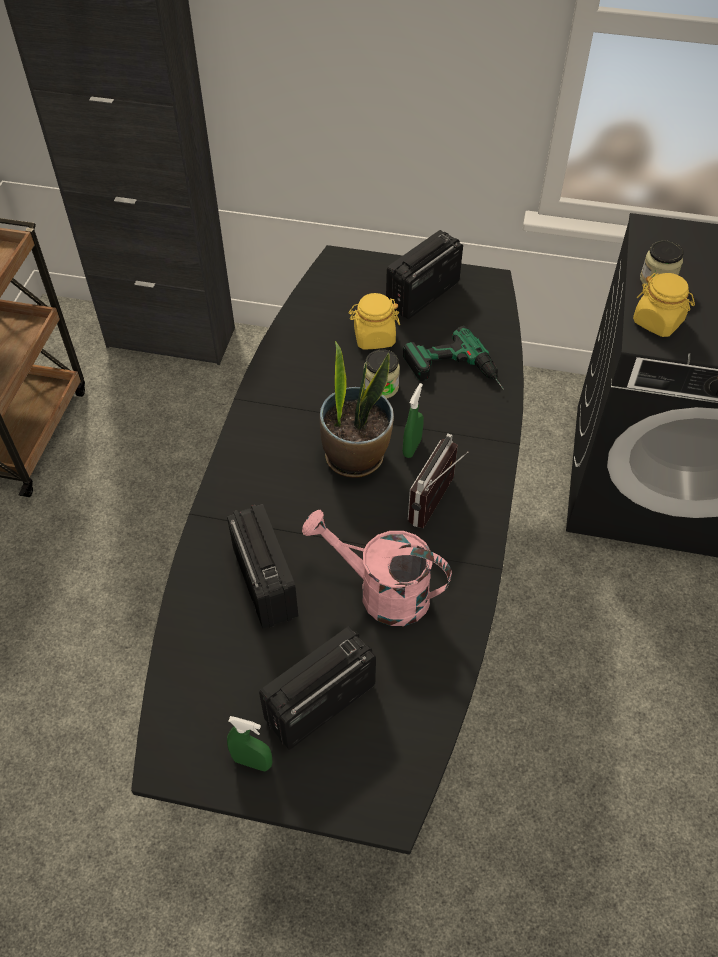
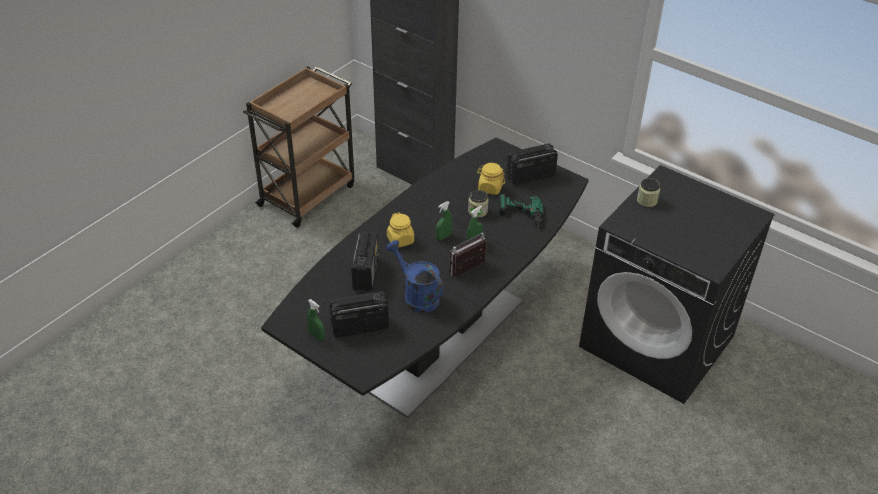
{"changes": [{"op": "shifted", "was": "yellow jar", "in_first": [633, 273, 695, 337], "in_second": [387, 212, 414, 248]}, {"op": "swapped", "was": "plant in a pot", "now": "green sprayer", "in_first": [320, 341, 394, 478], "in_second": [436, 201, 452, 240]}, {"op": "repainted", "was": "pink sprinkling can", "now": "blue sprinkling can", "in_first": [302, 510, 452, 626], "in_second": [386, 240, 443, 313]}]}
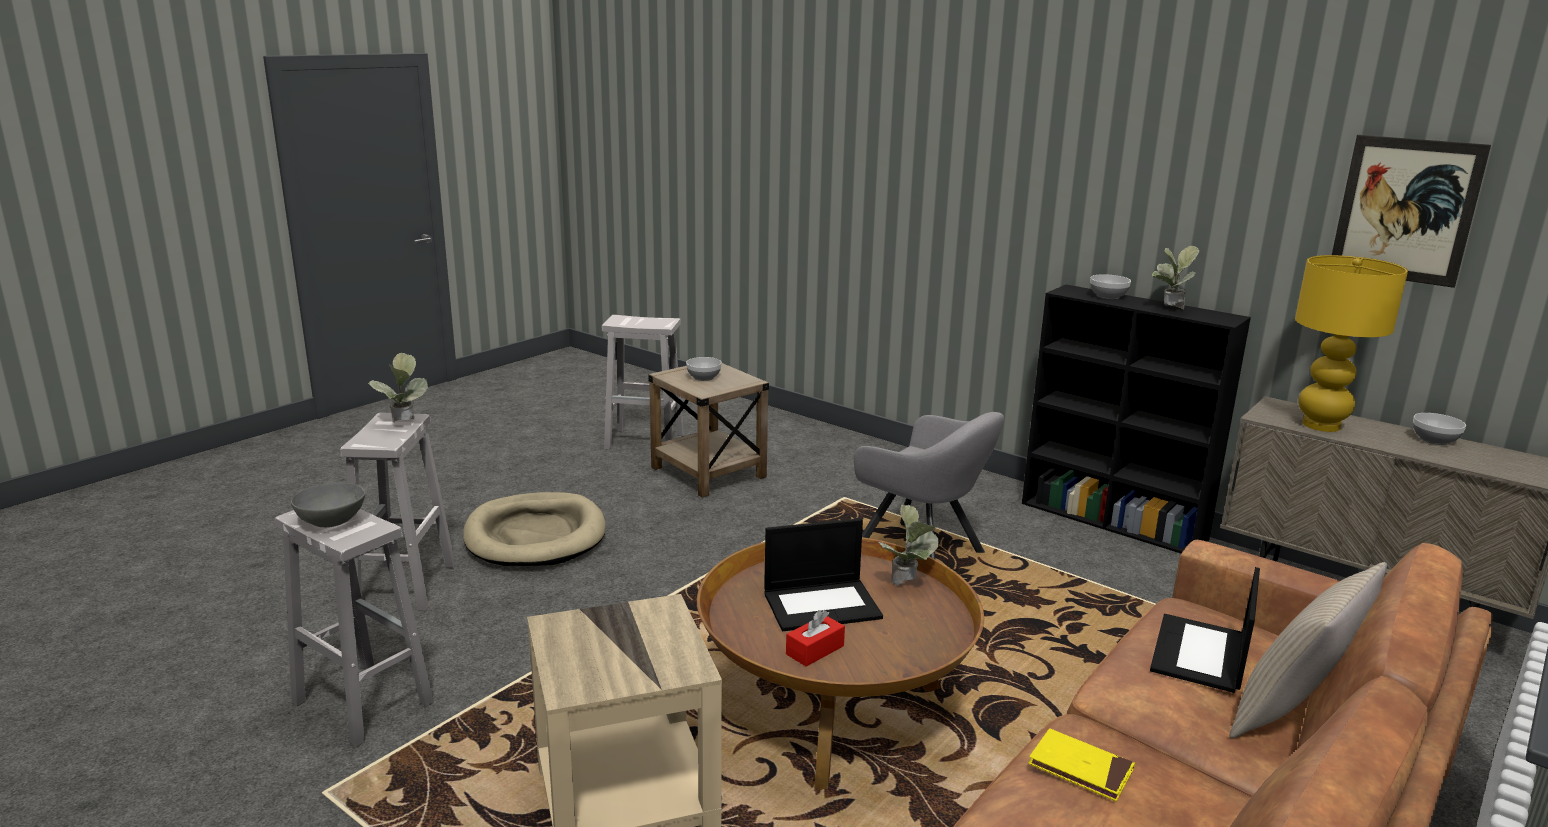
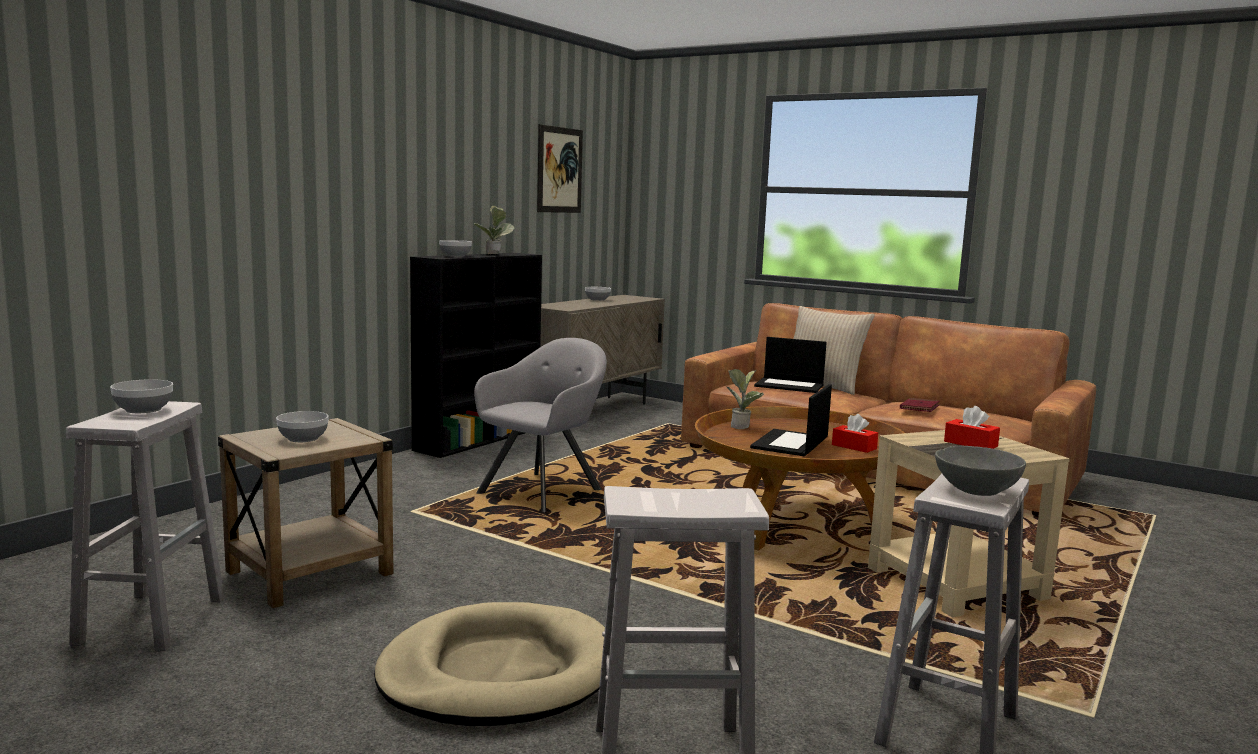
{"changes": [{"op": "gone", "was": "plant in a pot", "in_first": [368, 353, 428, 423]}, {"op": "gone", "was": "yellow table lamp", "in_first": [1295, 255, 1408, 432]}, {"op": "new", "now": "bowl", "in_second": [110, 379, 173, 413]}, {"op": "new", "now": "reddish tissue box", "in_second": [944, 406, 1000, 449]}, {"op": "repainted", "was": "yellow book", "now": "reddish book", "in_first": [1028, 728, 1135, 801], "in_second": [900, 398, 939, 412]}, {"op": "rotated", "was": "laptop", "in_first": [764, 518, 883, 631], "in_second": [750, 384, 832, 456], "clockwise": -135}]}
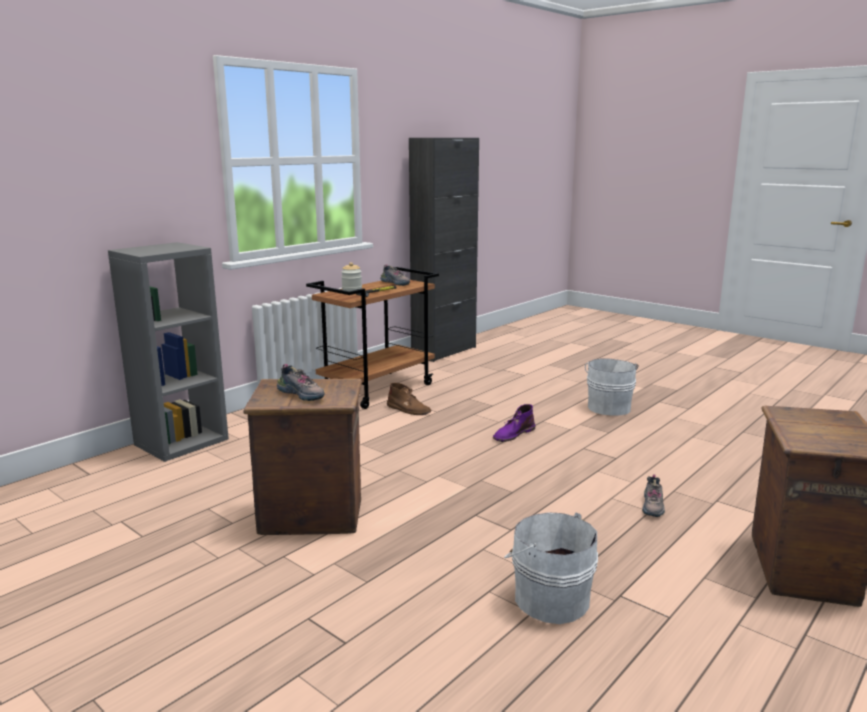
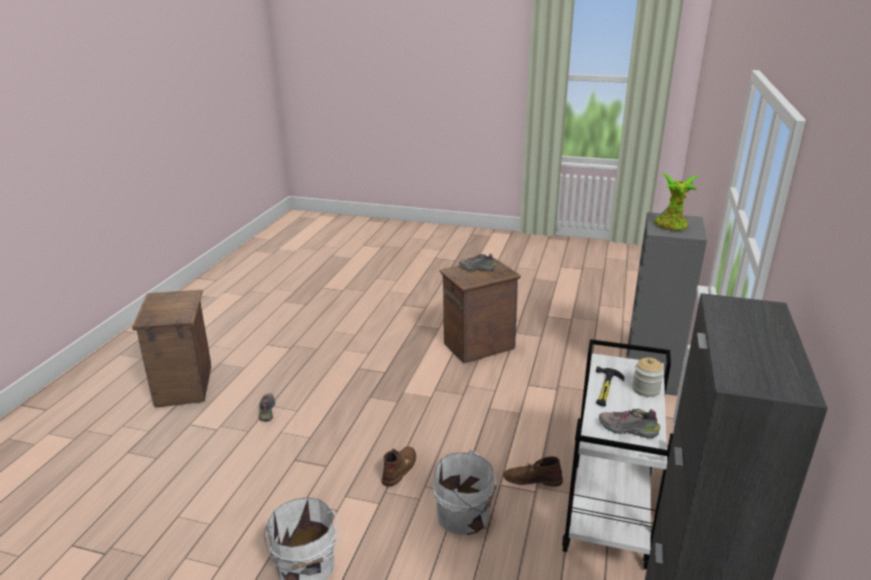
{"changes": [{"op": "new", "now": "plant in a pot", "in_second": [654, 173, 699, 230]}, {"op": "shifted", "was": "whitish water bucket", "in_first": [504, 512, 598, 624], "in_second": [433, 451, 497, 535]}, {"op": "repainted", "was": "brown cart", "now": "whitish cart", "in_first": [306, 267, 439, 409], "in_second": [562, 339, 673, 569]}, {"op": "repainted", "was": "purplish tall boot", "now": "brown tall boot", "in_first": [493, 404, 535, 442], "in_second": [382, 446, 416, 487]}]}
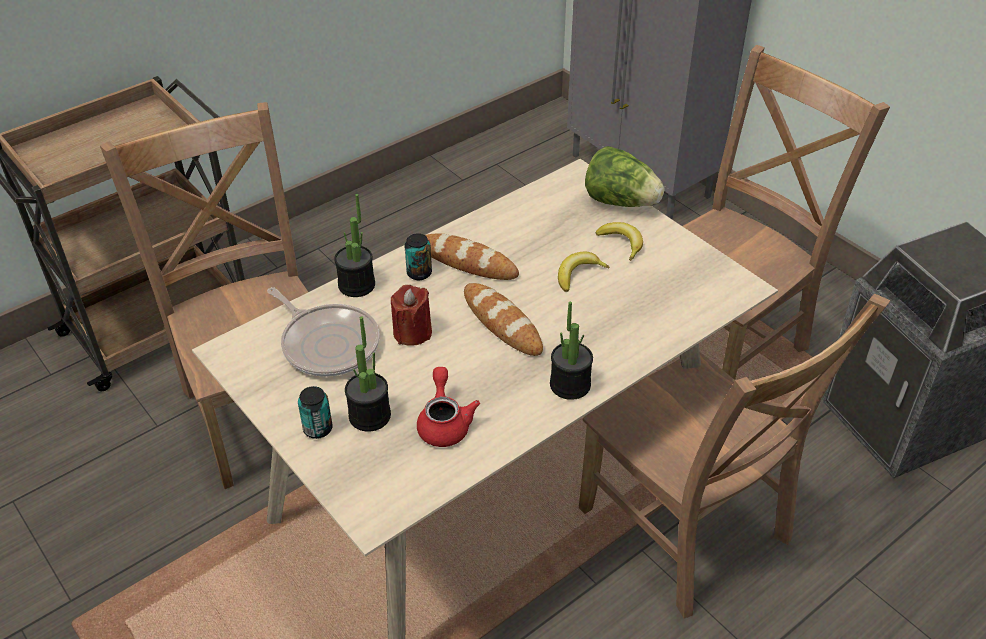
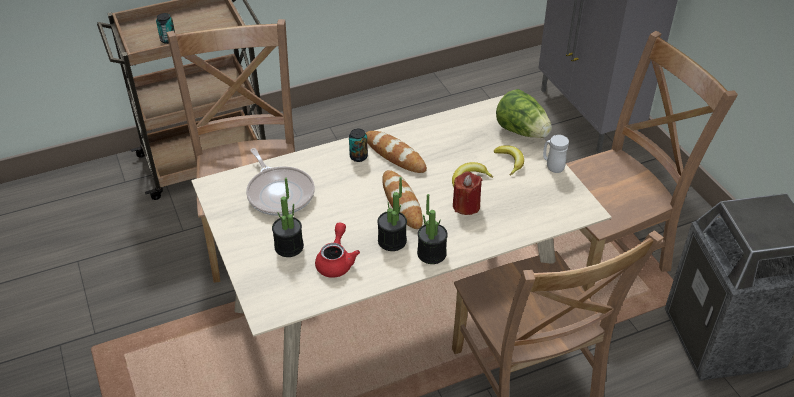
{"changes": [{"op": "new", "now": "whitish mug", "in_second": [543, 135, 569, 173]}, {"op": "shifted", "was": "metal can", "in_first": [298, 386, 333, 439], "in_second": [156, 13, 175, 44]}, {"op": "shifted", "was": "plant in a pot", "in_first": [334, 194, 375, 297], "in_second": [377, 177, 407, 251]}, {"op": "shifted", "was": "reddish wax light", "in_first": [391, 285, 432, 346], "in_second": [453, 171, 482, 215]}]}
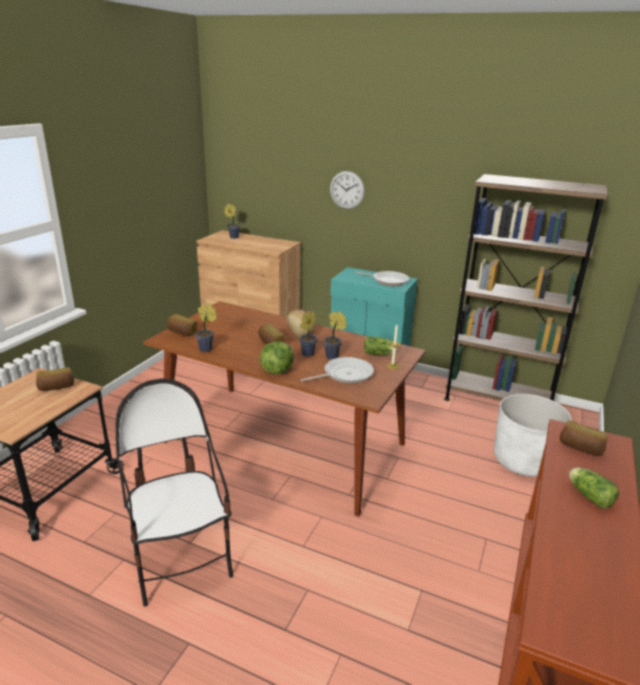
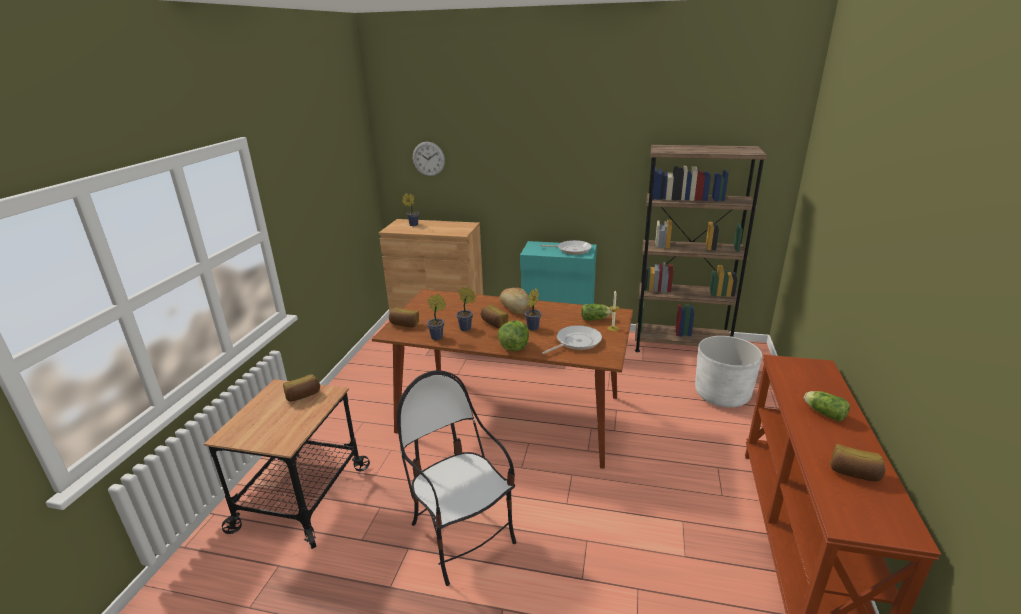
{"changes": [{"op": "shifted", "was": "plant in a pot", "in_first": [324, 311, 347, 359], "in_second": [456, 286, 476, 331]}, {"op": "shifted", "was": "clock on the wall", "in_first": [330, 171, 365, 209], "in_second": [413, 142, 445, 176]}, {"op": "shifted", "was": "bakery bread", "in_first": [560, 420, 608, 456], "in_second": [830, 444, 886, 481]}]}
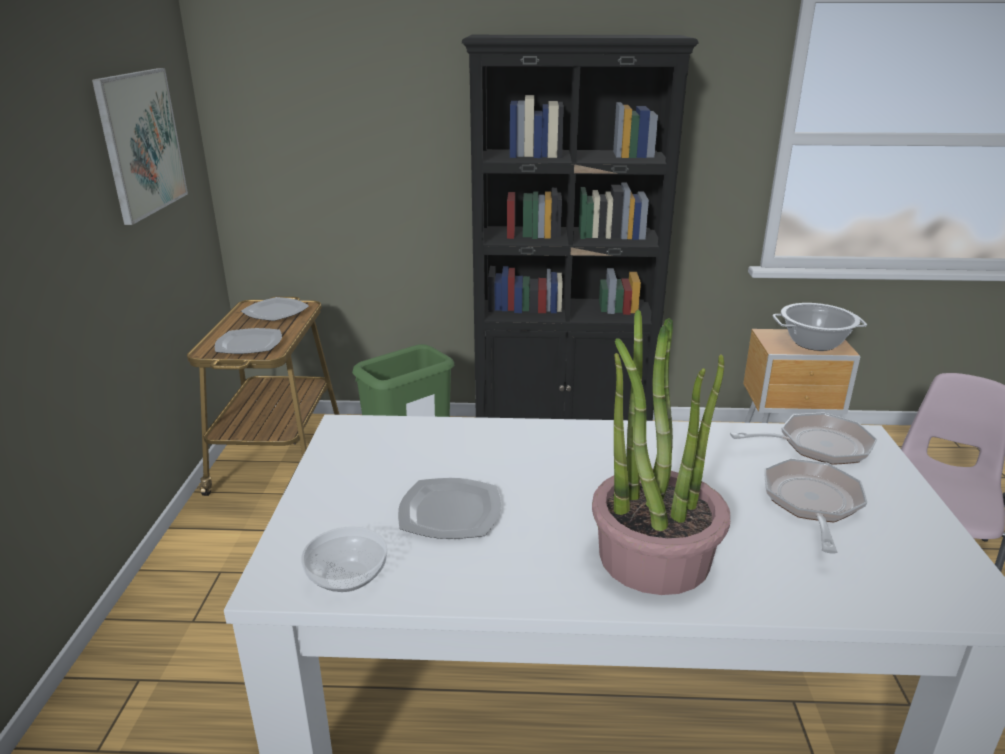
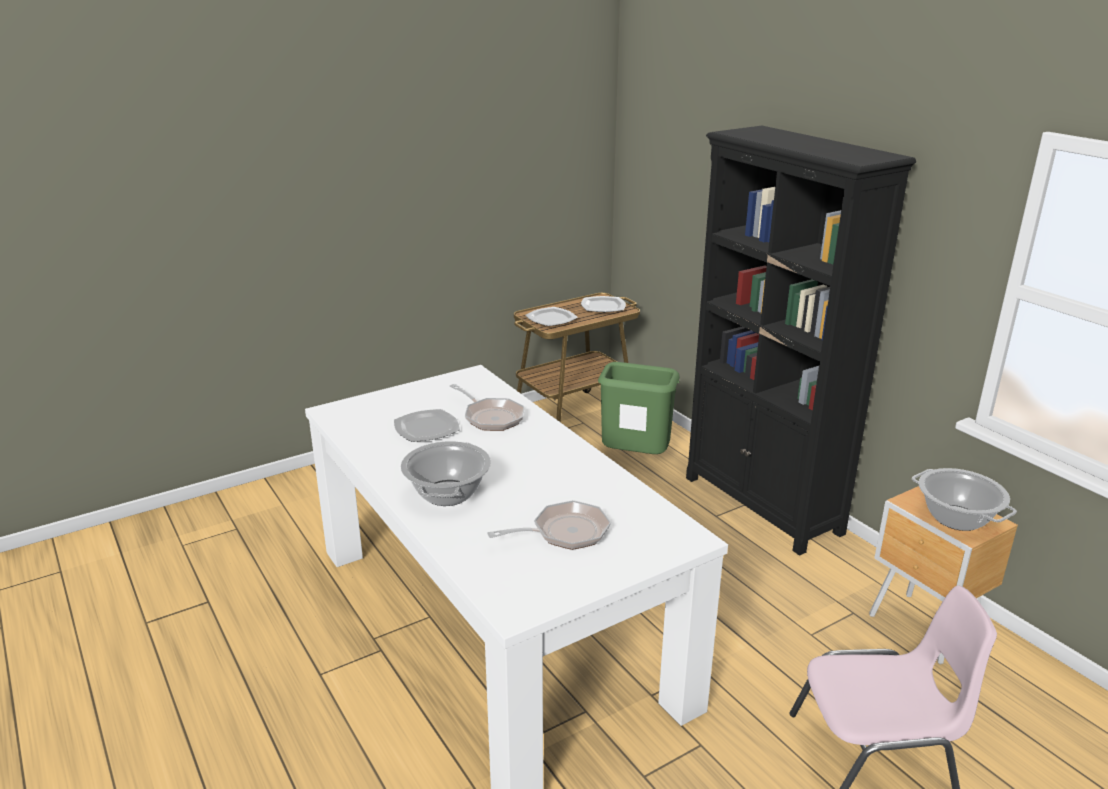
{"changes": [{"op": "gone", "was": "wall art", "in_first": [92, 68, 188, 225]}, {"op": "gone", "was": "bowl", "in_first": [301, 527, 387, 592]}, {"op": "shifted", "was": "pan", "in_first": [730, 412, 878, 465], "in_second": [449, 384, 525, 431]}, {"op": "swapped", "was": "plant in a pot", "now": "cooking pot", "in_first": [592, 310, 730, 595], "in_second": [401, 441, 491, 506]}]}
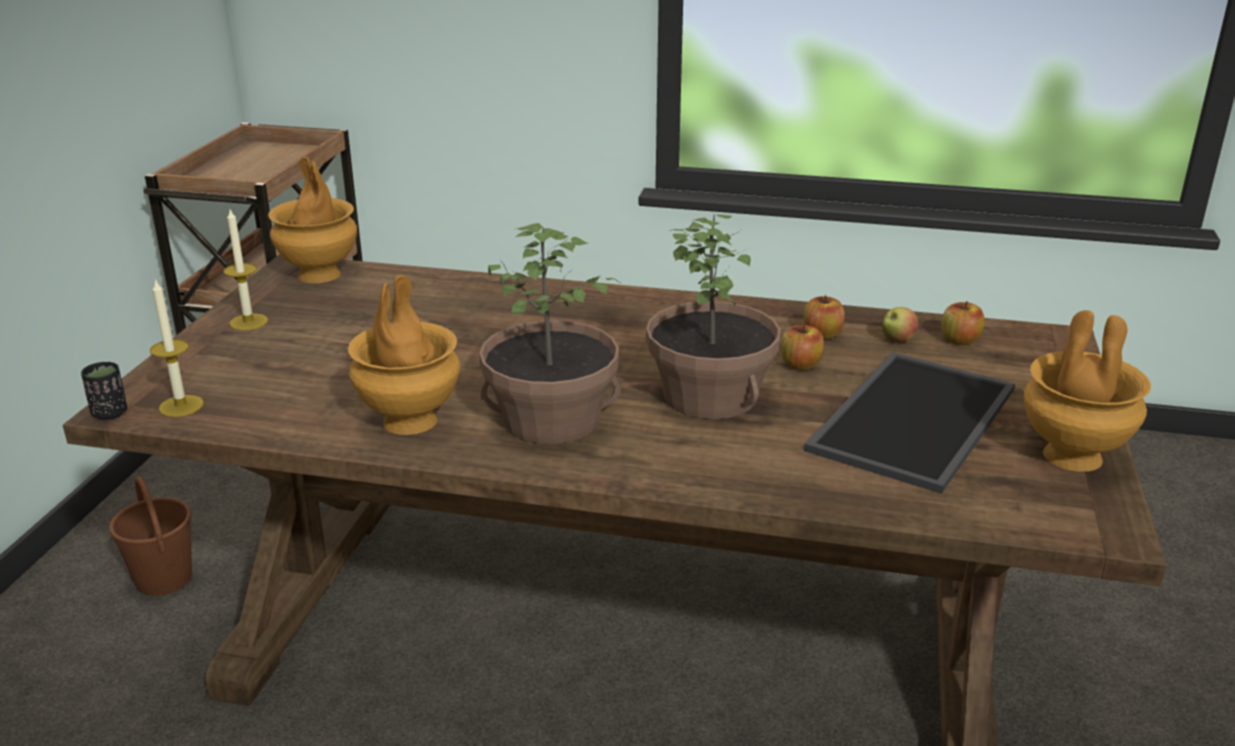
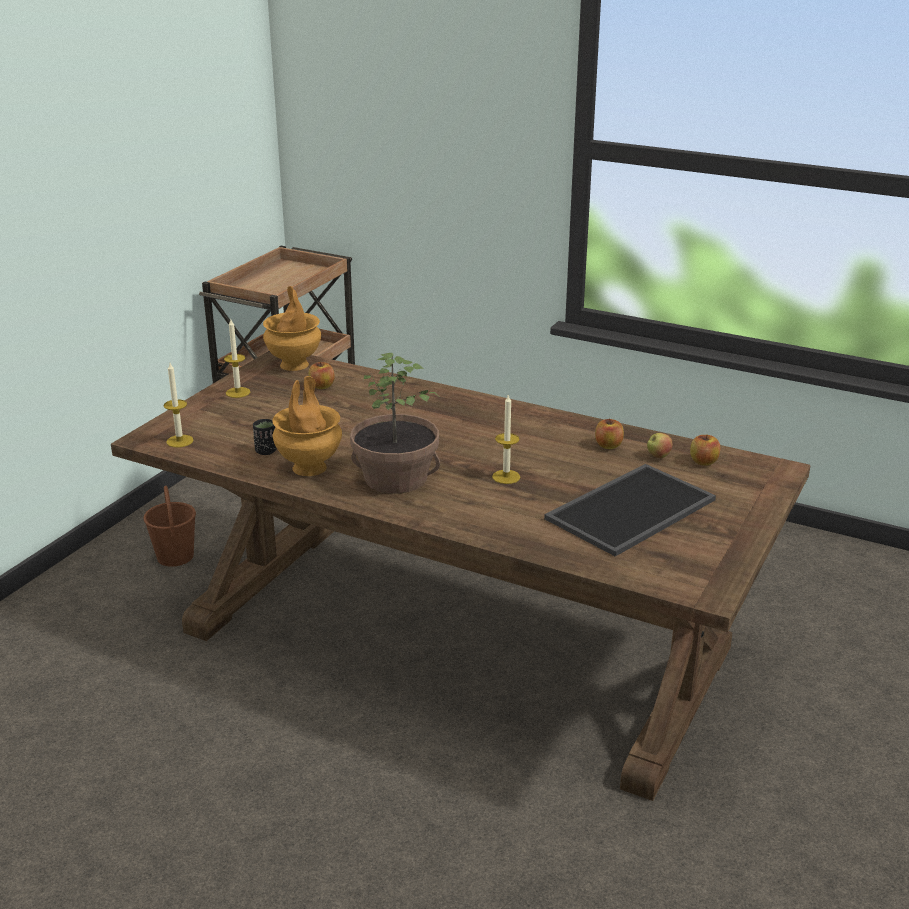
{"changes": [{"op": "gone", "was": "brown vase", "in_first": [1024, 310, 1151, 472]}, {"op": "shifted", "was": "black-coloured cup", "in_first": [81, 362, 127, 420], "in_second": [253, 419, 277, 455]}, {"op": "shifted", "was": "whole apple", "in_first": [781, 324, 824, 370], "in_second": [309, 361, 334, 389]}, {"op": "swapped", "was": "plant in a pot", "now": "wax light", "in_first": [646, 213, 781, 419], "in_second": [492, 394, 520, 484]}]}
